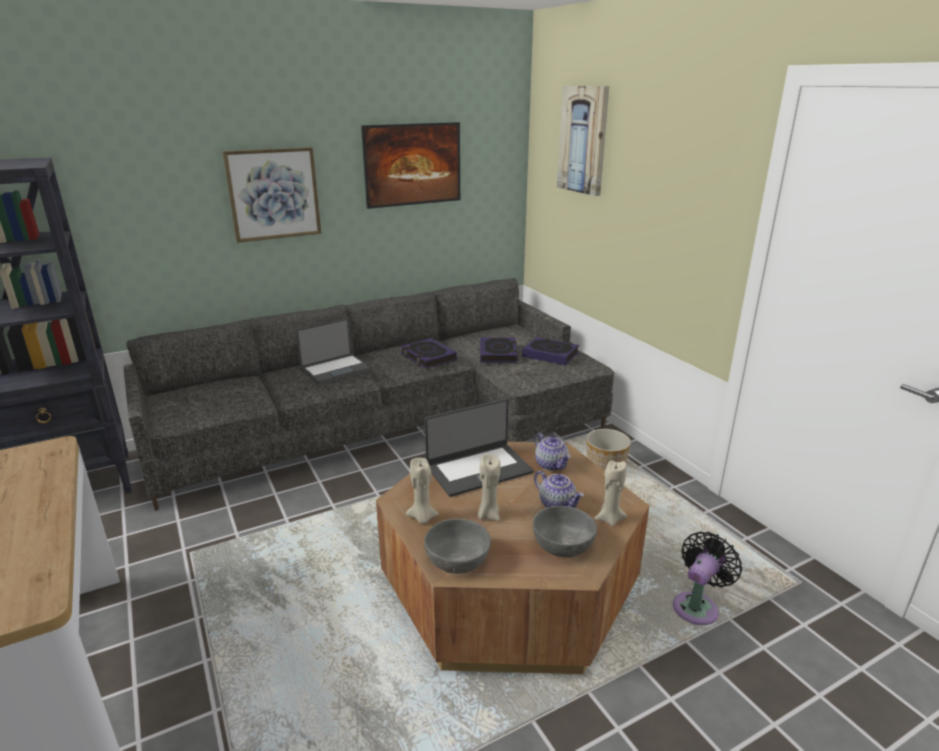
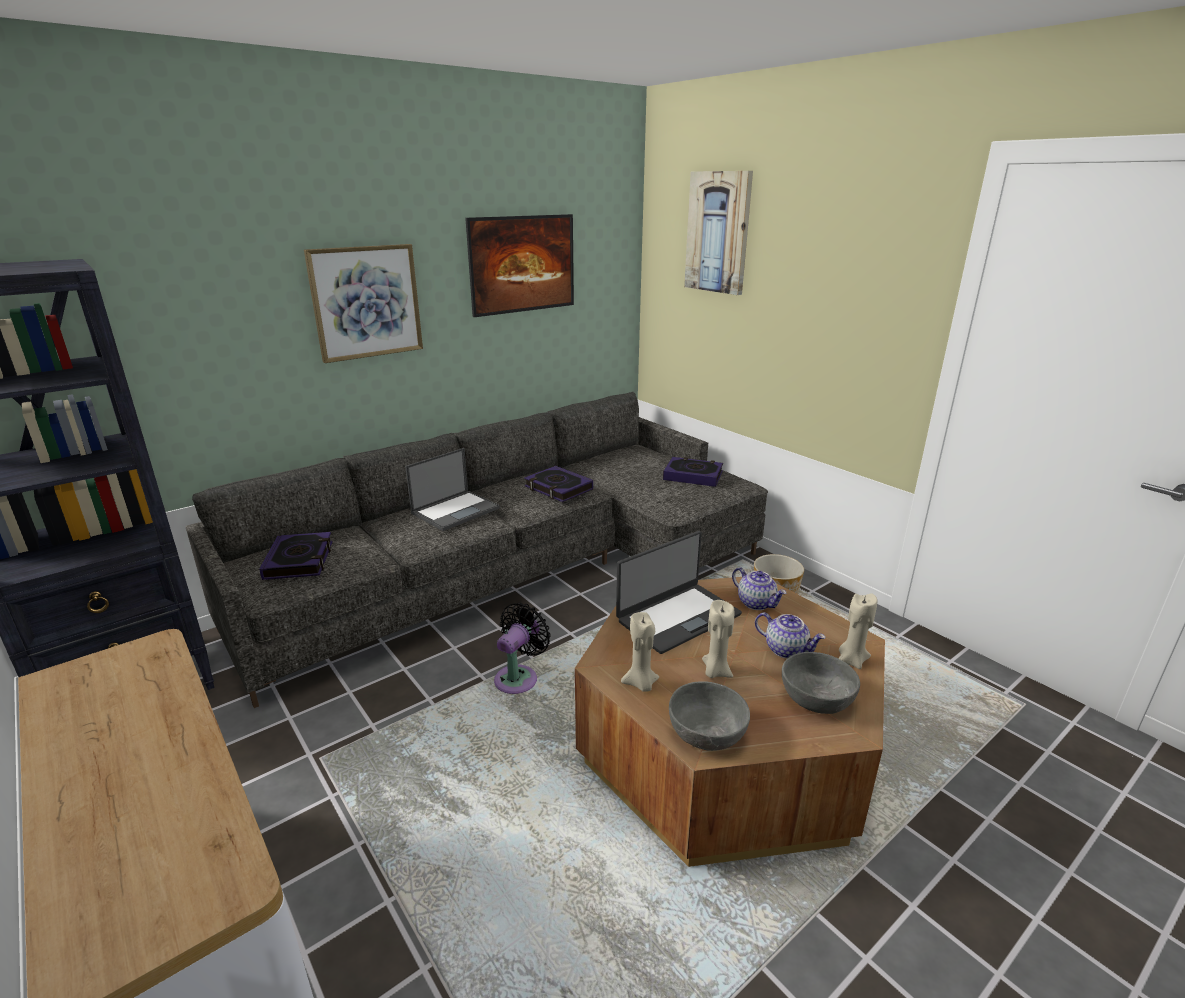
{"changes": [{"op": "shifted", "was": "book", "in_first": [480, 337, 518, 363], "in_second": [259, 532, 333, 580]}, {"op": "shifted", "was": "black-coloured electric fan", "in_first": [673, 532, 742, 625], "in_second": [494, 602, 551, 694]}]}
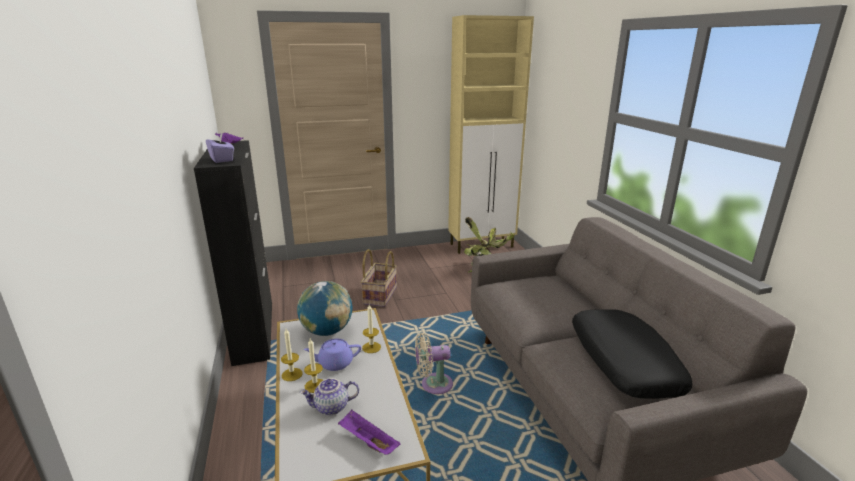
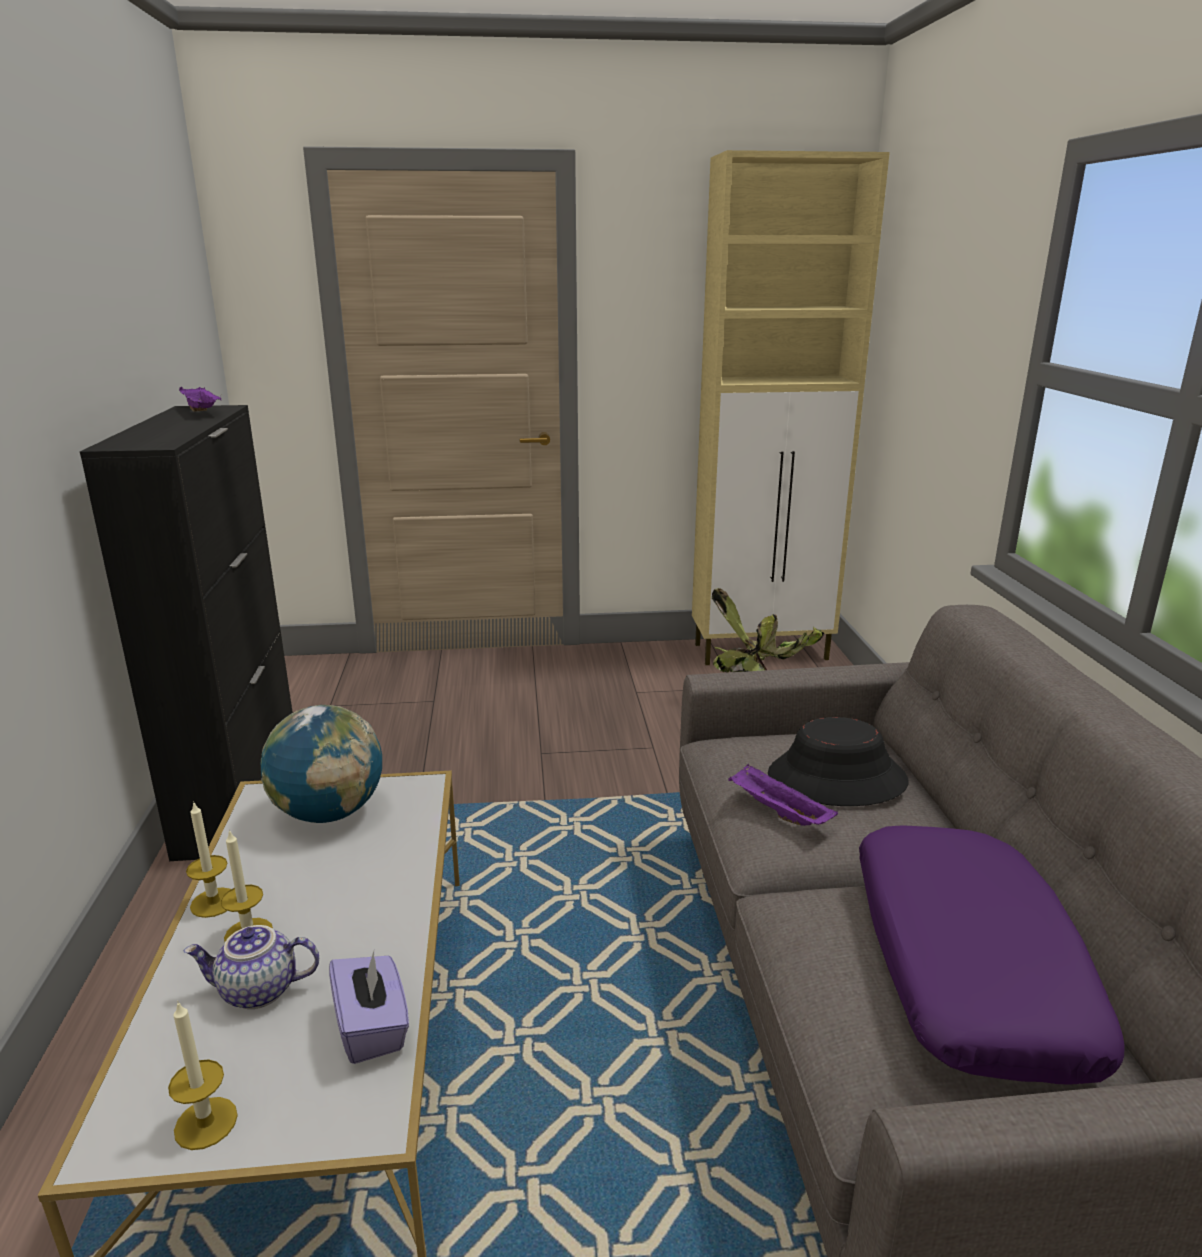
{"changes": [{"op": "gone", "was": "purplish teapot", "in_first": [304, 338, 361, 371]}, {"op": "gone", "was": "household basket", "in_first": [361, 249, 397, 307]}, {"op": "gone", "was": "beige electric fan", "in_first": [415, 333, 453, 394]}, {"op": "new", "now": "black-coloured hat", "in_second": [768, 717, 909, 806]}, {"op": "shifted", "was": "purplish tissue box", "in_first": [206, 133, 234, 163], "in_second": [329, 951, 409, 1064]}, {"op": "shifted", "was": "purplish serving tray", "in_first": [338, 410, 401, 455], "in_second": [728, 764, 838, 826]}, {"op": "shifted", "was": "wax light", "in_first": [362, 304, 381, 353], "in_second": [168, 1001, 238, 1150]}, {"op": "repainted", "was": "black-coloured pillow", "now": "purplish pillow", "in_first": [572, 309, 692, 399], "in_second": [859, 825, 1125, 1085]}]}
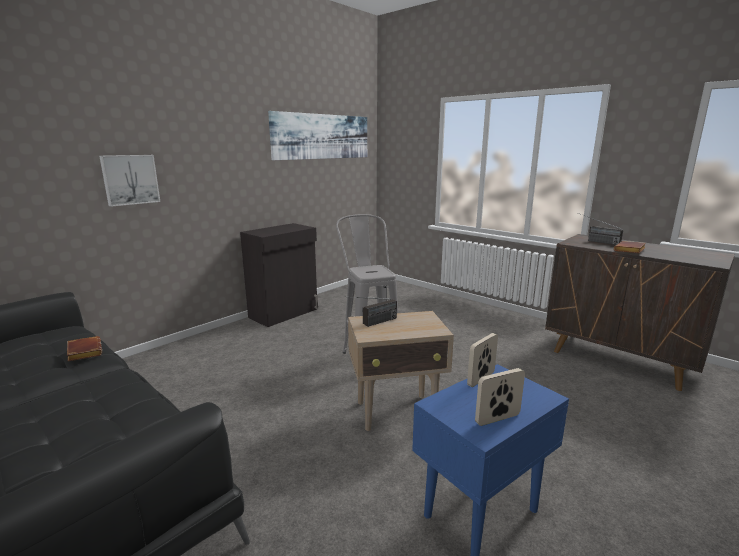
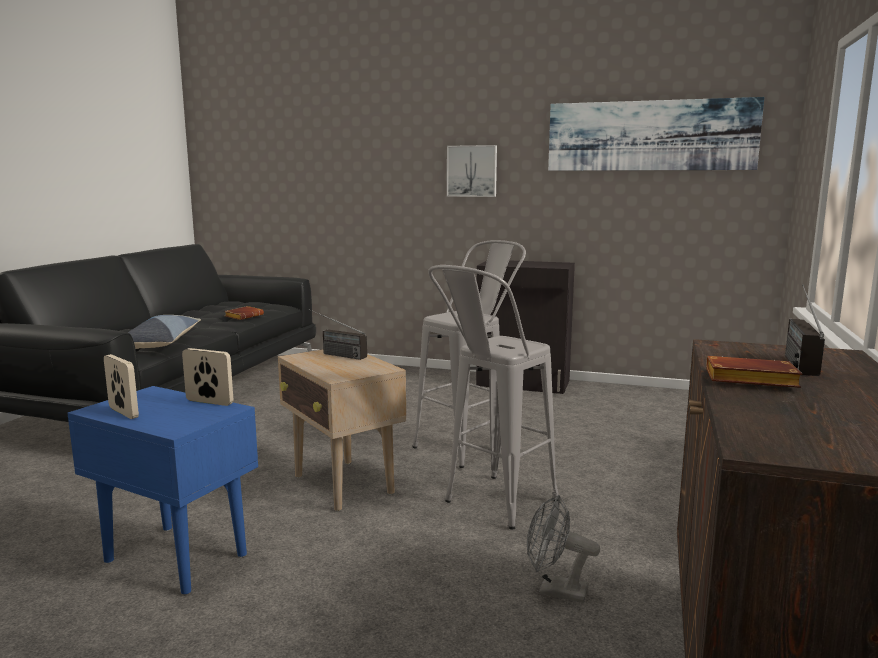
{"changes": [{"op": "new", "now": "pillow", "in_second": [128, 315, 201, 349]}, {"op": "new", "now": "grey sitting stool", "in_second": [428, 265, 559, 529]}, {"op": "new", "now": "grey electric fan", "in_second": [527, 495, 600, 603]}, {"op": "shifted", "was": "wall art", "in_first": [99, 155, 160, 207], "in_second": [447, 145, 497, 197]}]}
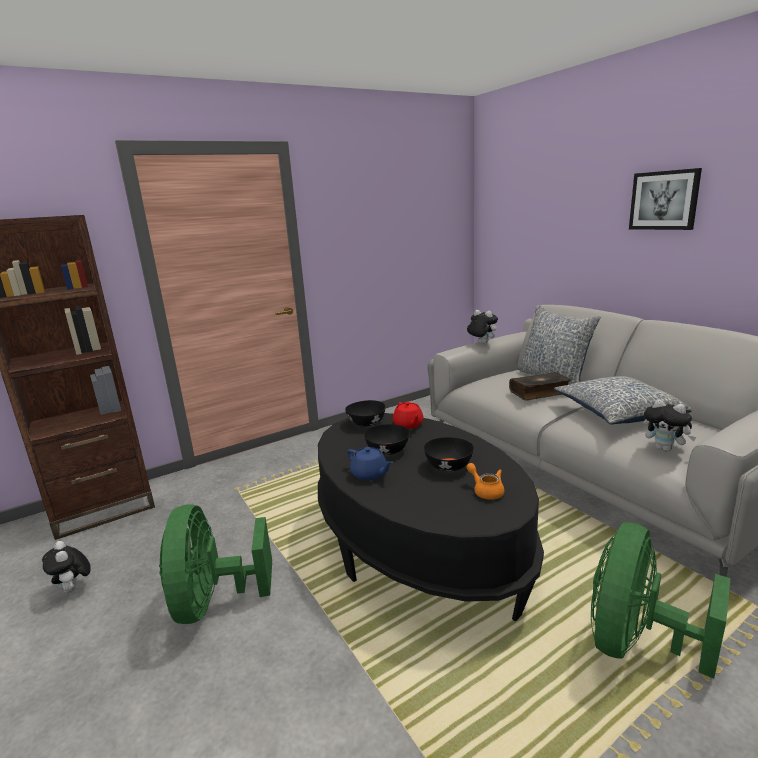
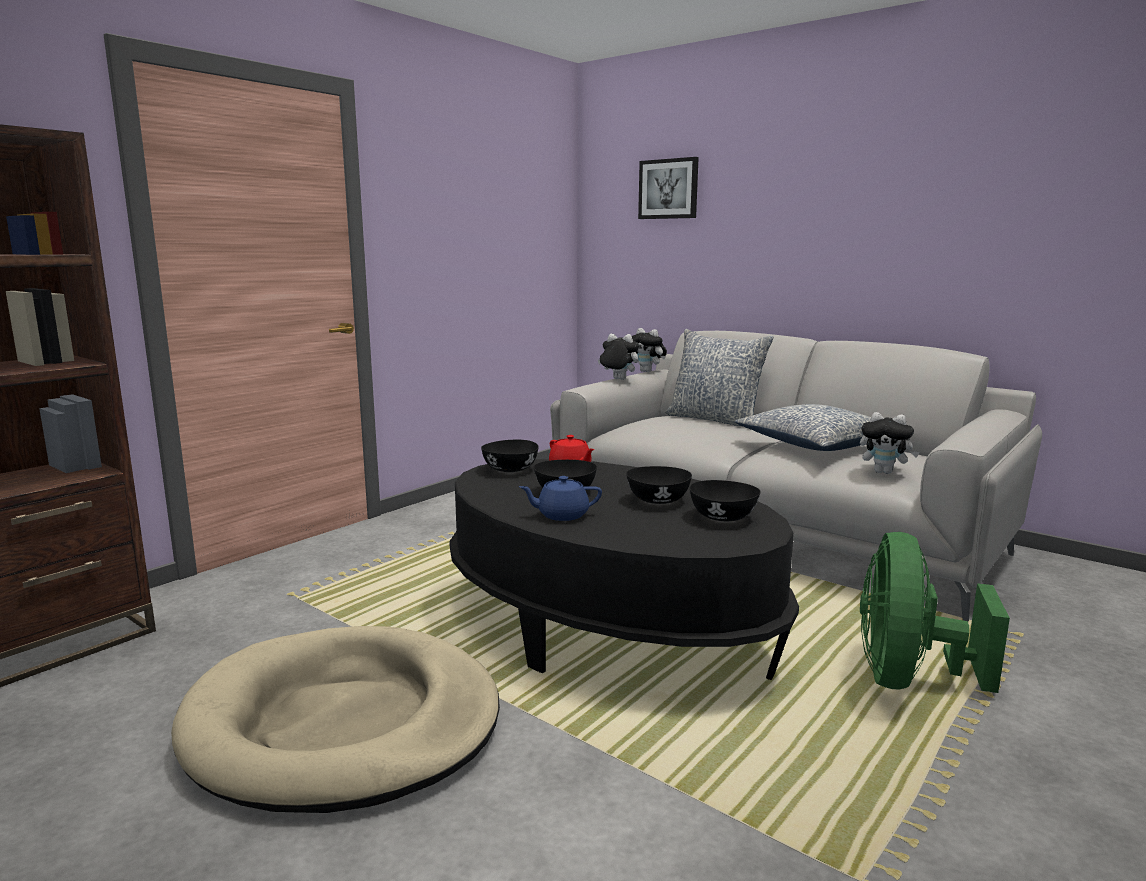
{"changes": [{"op": "gone", "was": "book", "in_first": [509, 372, 571, 401]}, {"op": "shifted", "was": "soft toy", "in_first": [42, 541, 91, 593], "in_second": [632, 328, 667, 372]}, {"op": "shifted", "was": "wall art", "in_first": [629, 168, 702, 230], "in_second": [638, 157, 699, 219]}, {"op": "swapped", "was": "green electric fan", "now": "beige pet bed", "in_first": [159, 504, 272, 624], "in_second": [171, 626, 500, 813]}, {"op": "swapped", "was": "orange-coloured teapot", "now": "black-coloured bowl", "in_first": [466, 463, 504, 500], "in_second": [690, 480, 761, 521]}, {"op": "rotated", "was": "blue teapot", "in_first": [347, 447, 393, 481], "in_second": [519, 476, 602, 521], "clockwise": 150}]}
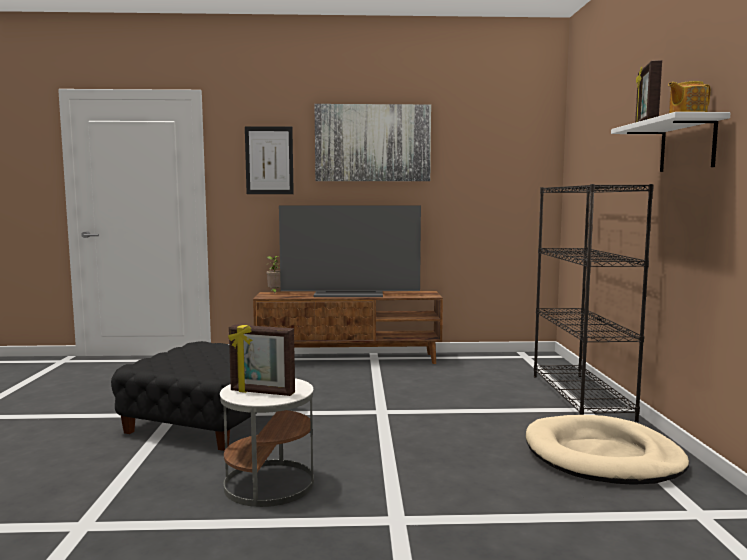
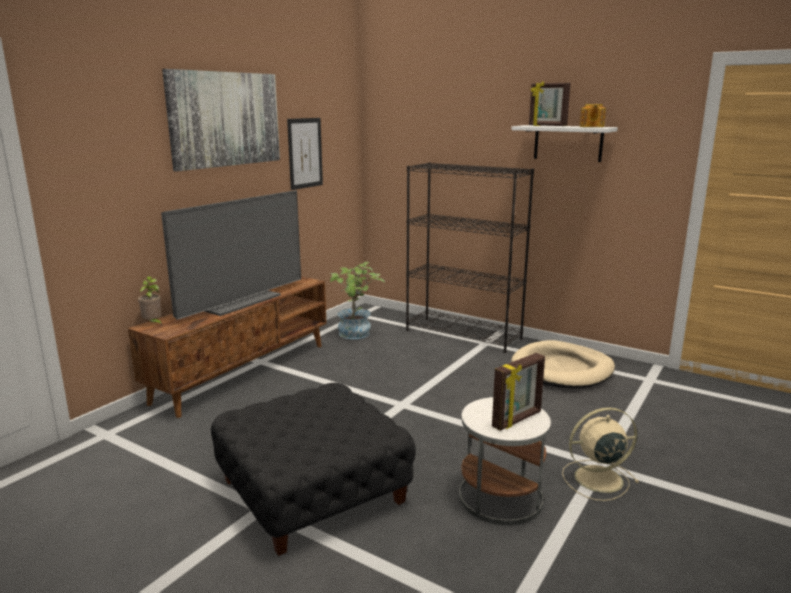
{"changes": [{"op": "new", "now": "plant in a pot", "in_second": [330, 262, 385, 339]}, {"op": "new", "now": "beige electric fan", "in_second": [562, 407, 639, 501]}, {"op": "shifted", "was": "wall art", "in_first": [245, 126, 294, 194], "in_second": [287, 118, 323, 190]}]}
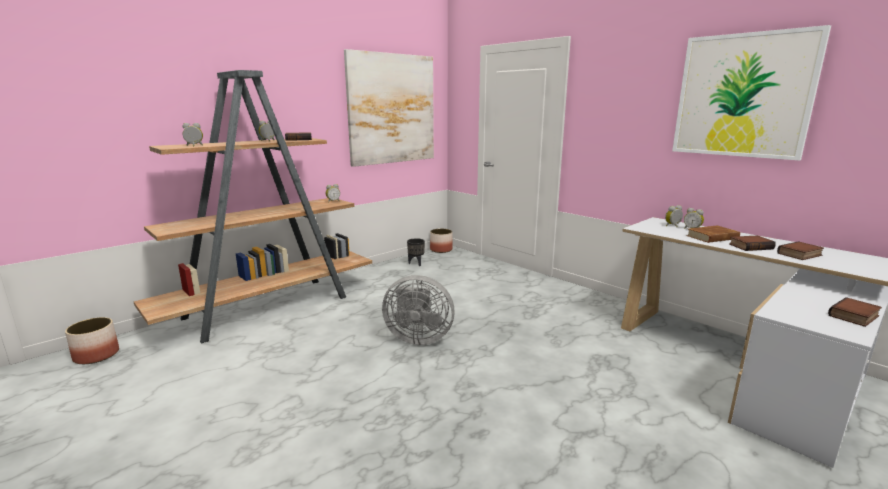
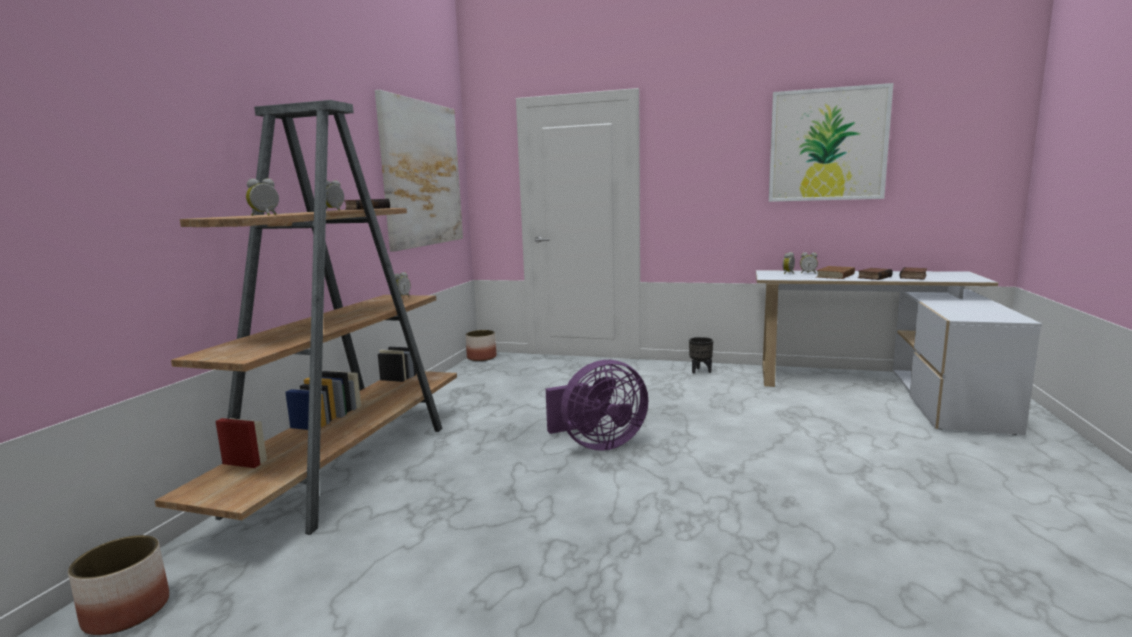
{"changes": [{"op": "gone", "was": "book", "in_first": [828, 297, 882, 327]}, {"op": "shifted", "was": "black-coloured planter", "in_first": [407, 238, 425, 266], "in_second": [689, 337, 713, 374]}, {"op": "repainted", "was": "grey electric fan", "now": "purplish electric fan", "in_first": [382, 275, 455, 345], "in_second": [546, 360, 648, 451]}]}
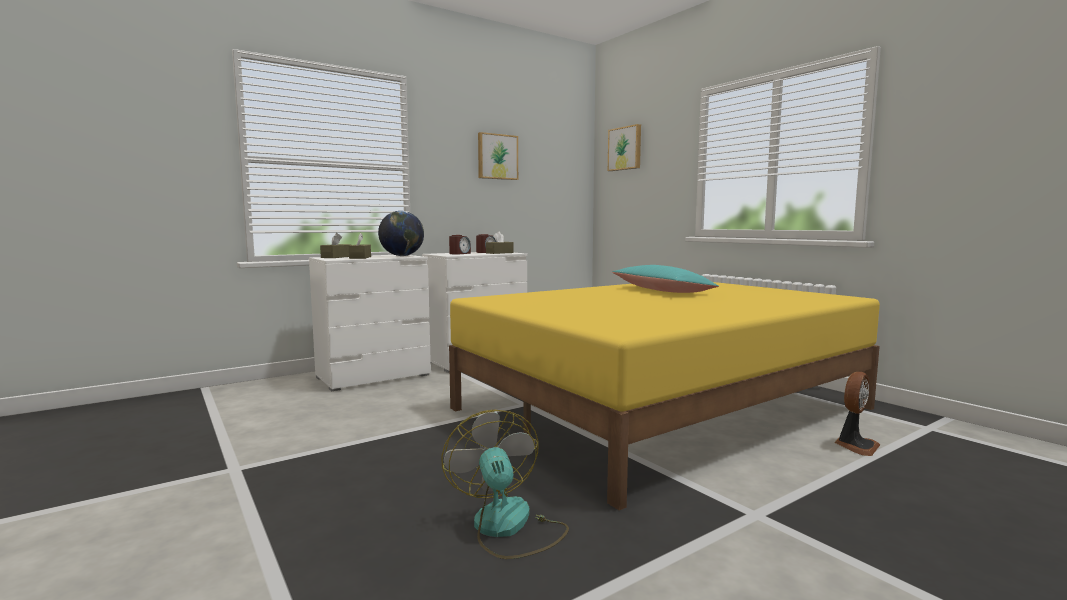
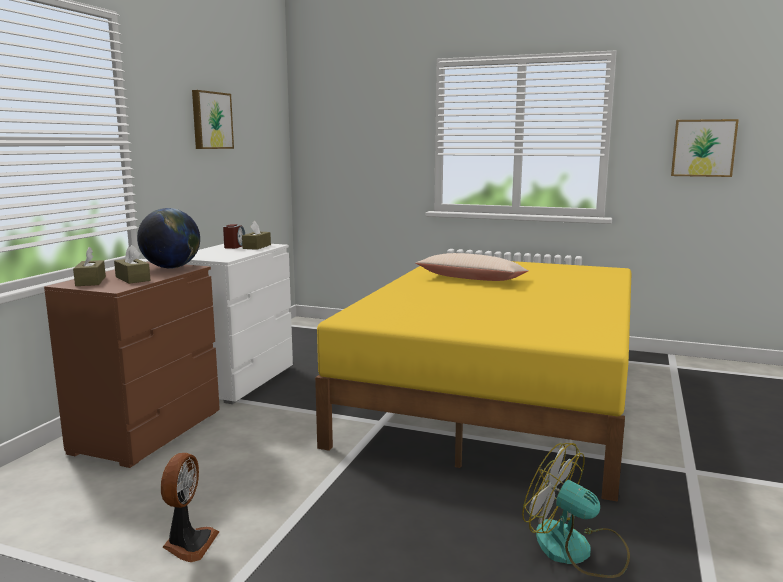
{"changes": [{"op": "gone", "was": "alarm clock", "in_first": [449, 235, 471, 255]}, {"op": "shifted", "was": "wall art", "in_first": [608, 124, 641, 171], "in_second": [671, 119, 739, 177]}, {"op": "shifted", "was": "electric fan", "in_first": [834, 372, 880, 456], "in_second": [161, 453, 219, 562]}, {"op": "repainted", "was": "whitish chest of drawers", "now": "brown chest of drawers", "in_first": [309, 255, 431, 391], "in_second": [44, 262, 220, 468]}, {"op": "repainted", "was": "turquoise pillow", "now": "beige pillow", "in_first": [612, 265, 719, 293], "in_second": [415, 253, 528, 281]}]}
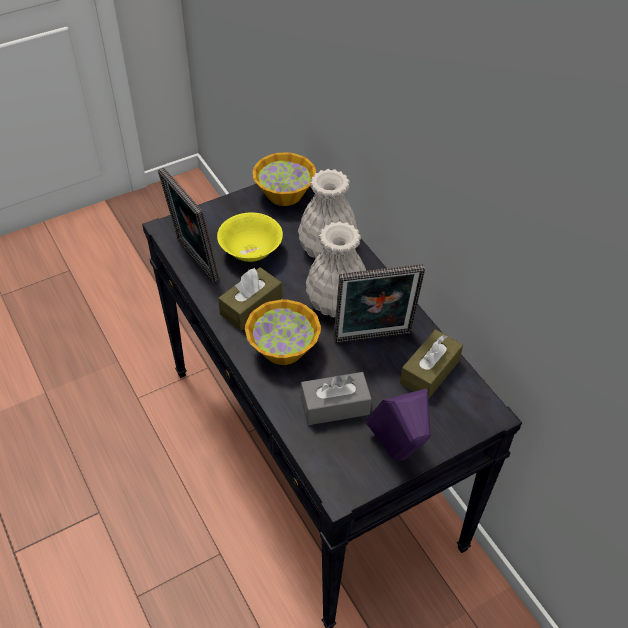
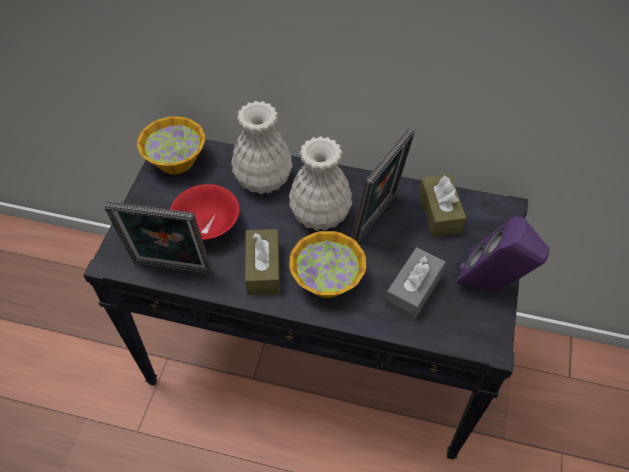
{"changes": [{"op": "repainted", "was": "yellow bowl", "now": "reddish bowl", "in_first": [217, 212, 283, 262], "in_second": [170, 184, 239, 240]}]}
